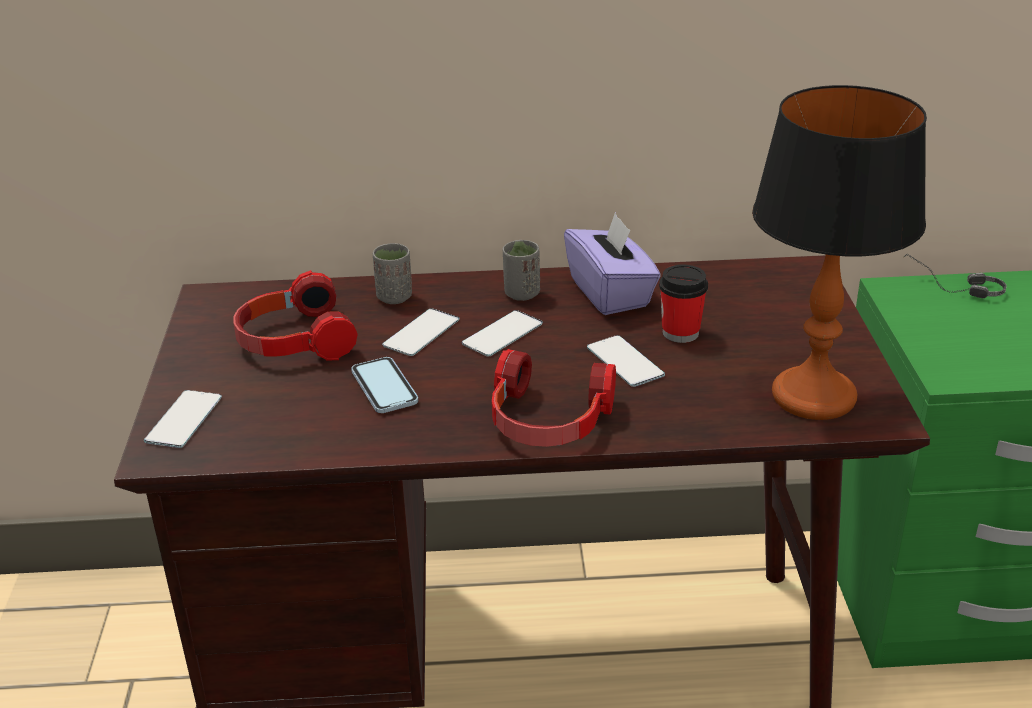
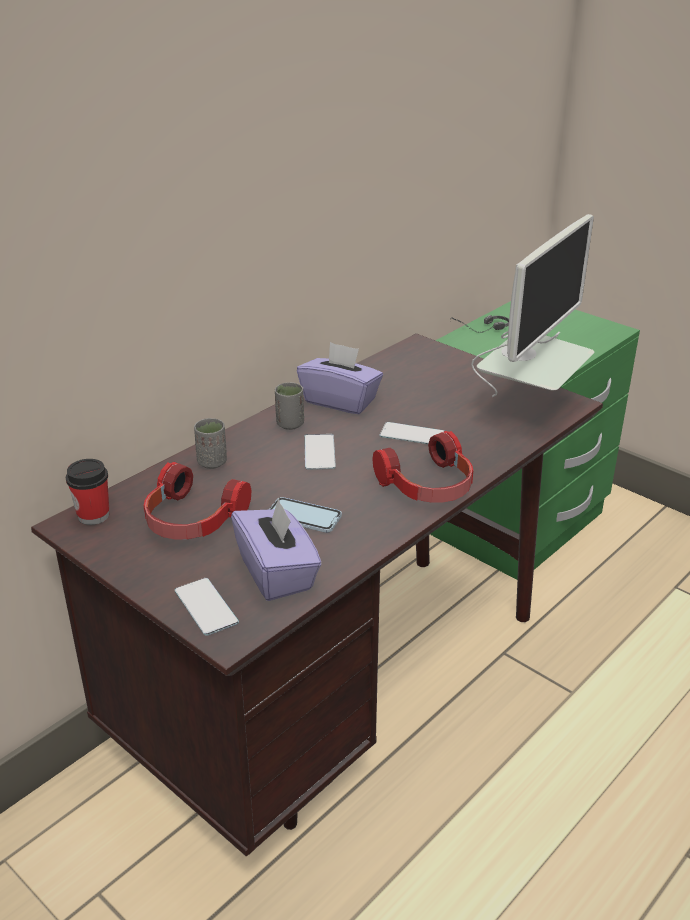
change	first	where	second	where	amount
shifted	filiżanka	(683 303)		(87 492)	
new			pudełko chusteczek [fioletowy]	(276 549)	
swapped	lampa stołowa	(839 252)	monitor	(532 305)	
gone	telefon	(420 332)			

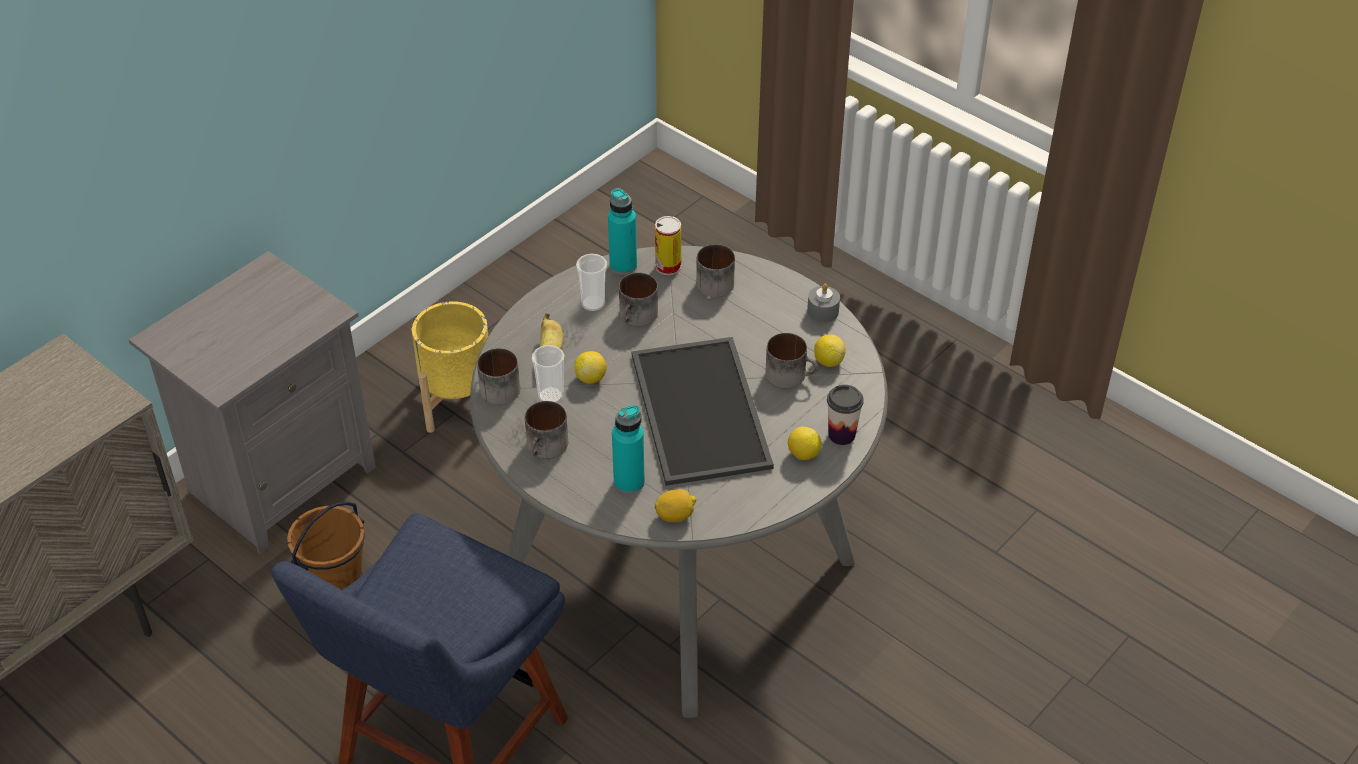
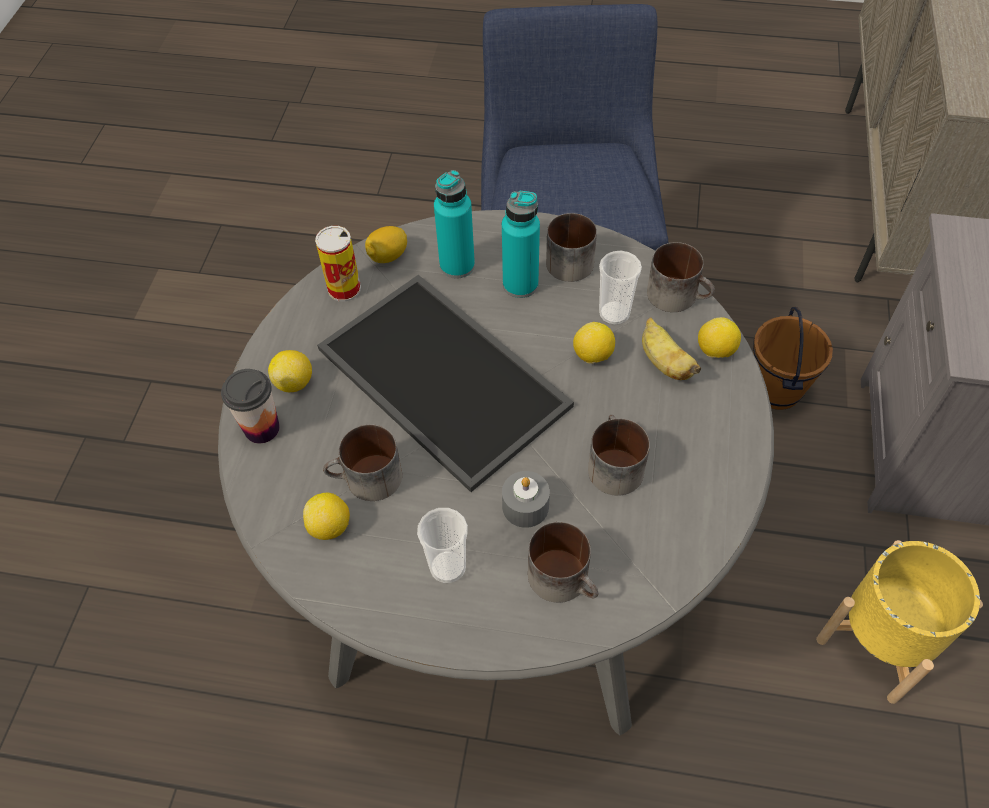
change	first	where	second	where	amount
shifted	puszka	(668 245)		(338 264)	
shifted	filiżanka	(591 282)		(442 545)	
shifted	butelka [turkusowy]	(622 231)		(521 244)	
shifted	świeca [szary]	(823 303)		(526 499)	
new			cytryna	(719 337)	

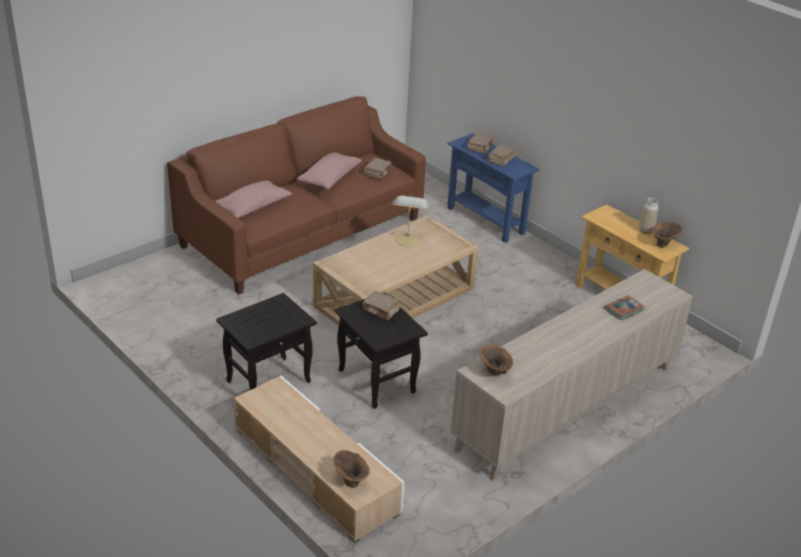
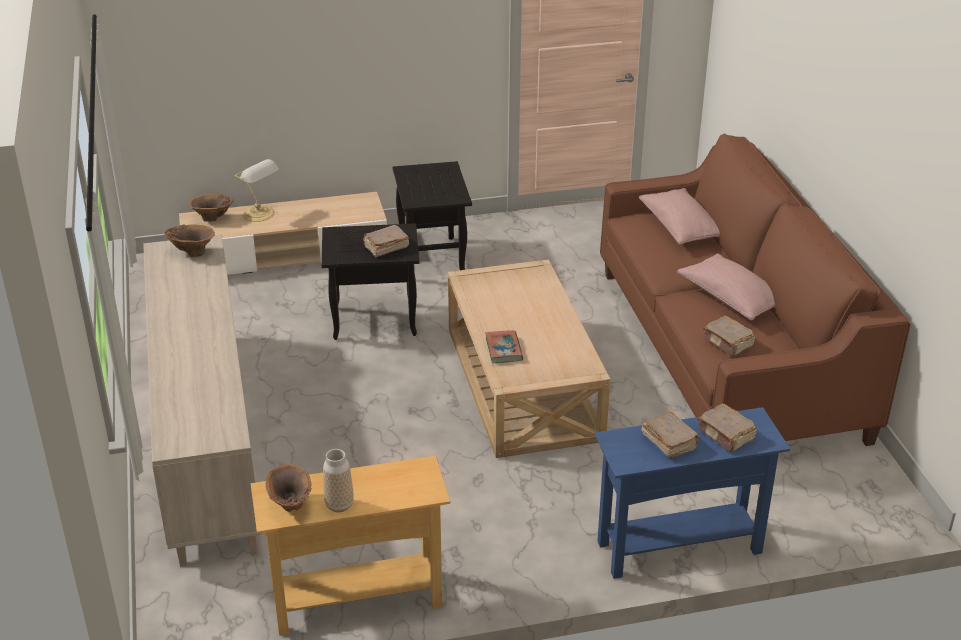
change	first	where	second	where	amount
shifted	lampa stołowa	(411 221)		(257 190)	
shifted	książka	(624 307)		(504 346)	

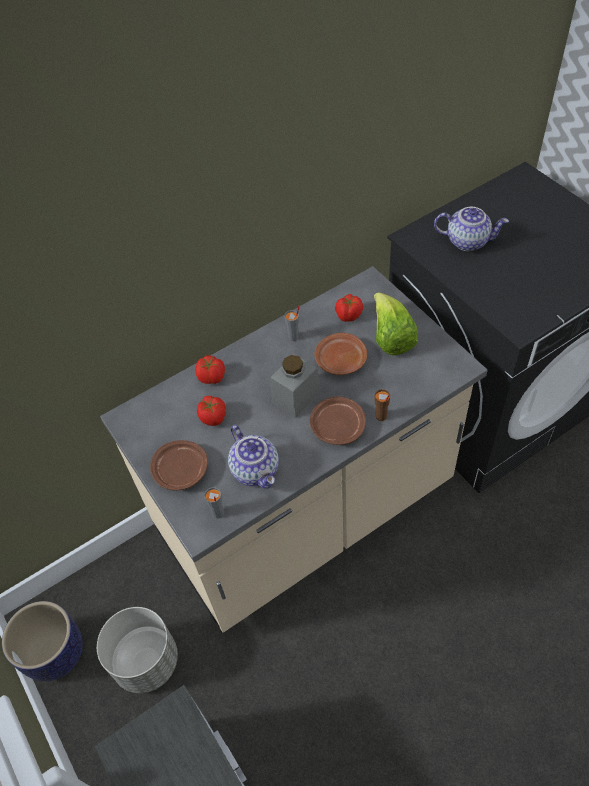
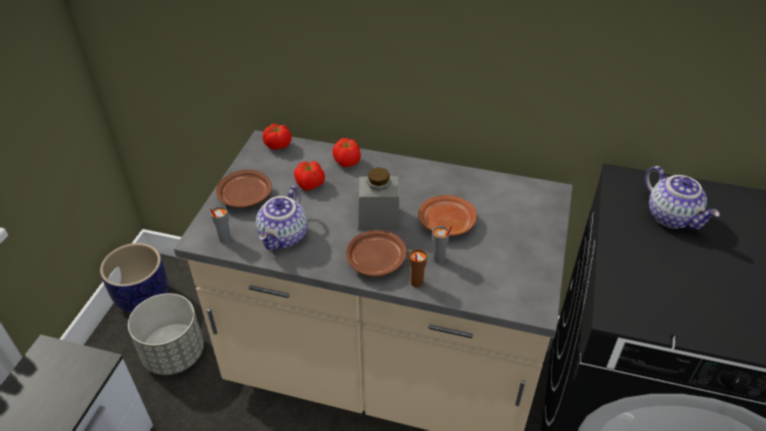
change	first	where	second	where	amount
shifted	pomidor	(349 308)		(277 137)	
shifted	filiżanka [szary]	(292 323)		(443 245)	
gone	sałata	(396 323)			

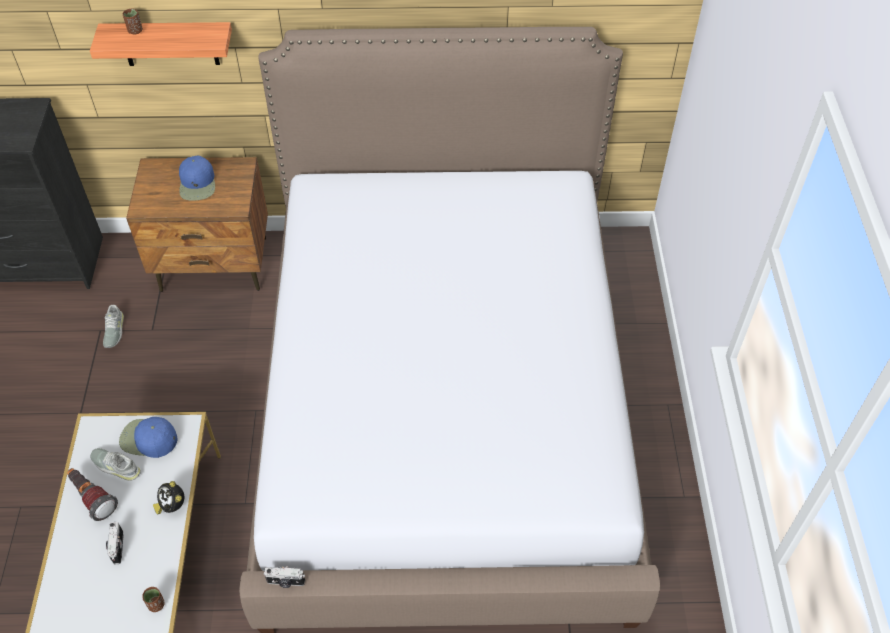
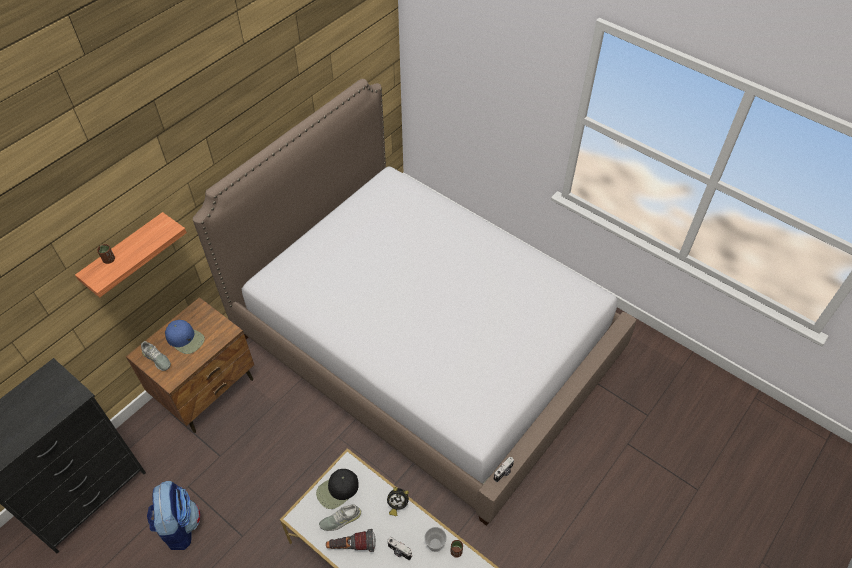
change	first	where	second	where	amount
shifted	but [szary]	(113 326)		(156 356)	
new			plecak	(173 515)	
repainted	czapka z daszkiem [niebieski]	(148 437)	czapka z daszkiem [czarny]	(337 489)	
new			filiżanka	(436 539)	

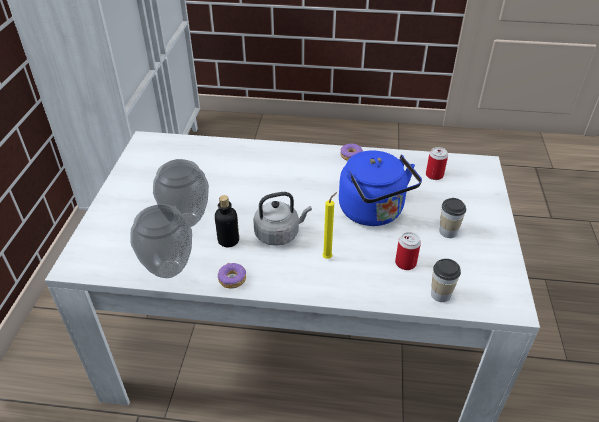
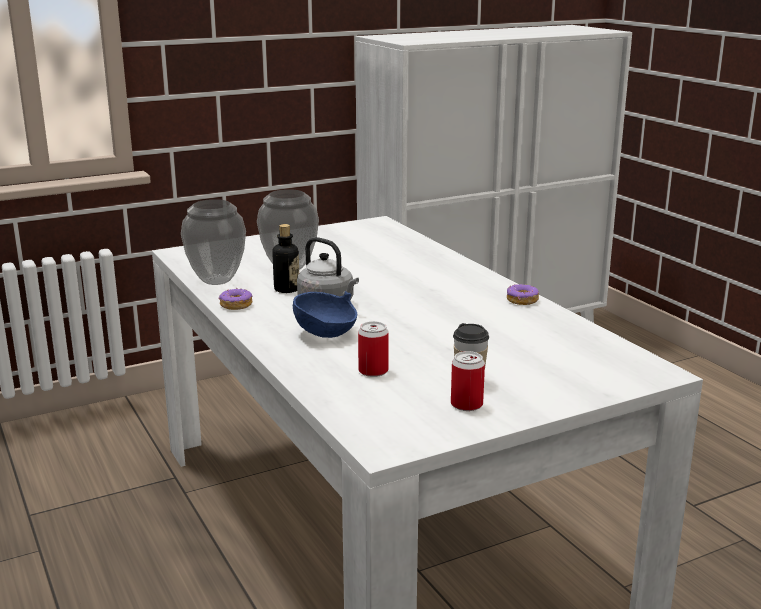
change	first	where	second	where	amount
swapped	świeca [żółty]	(329 225)	miska [niebieski]	(325 314)	
shifted	puszka	(437 163)		(468 381)	
gone	czajnik [niebieski]	(380 188)			
gone	filiżanka	(446 280)			

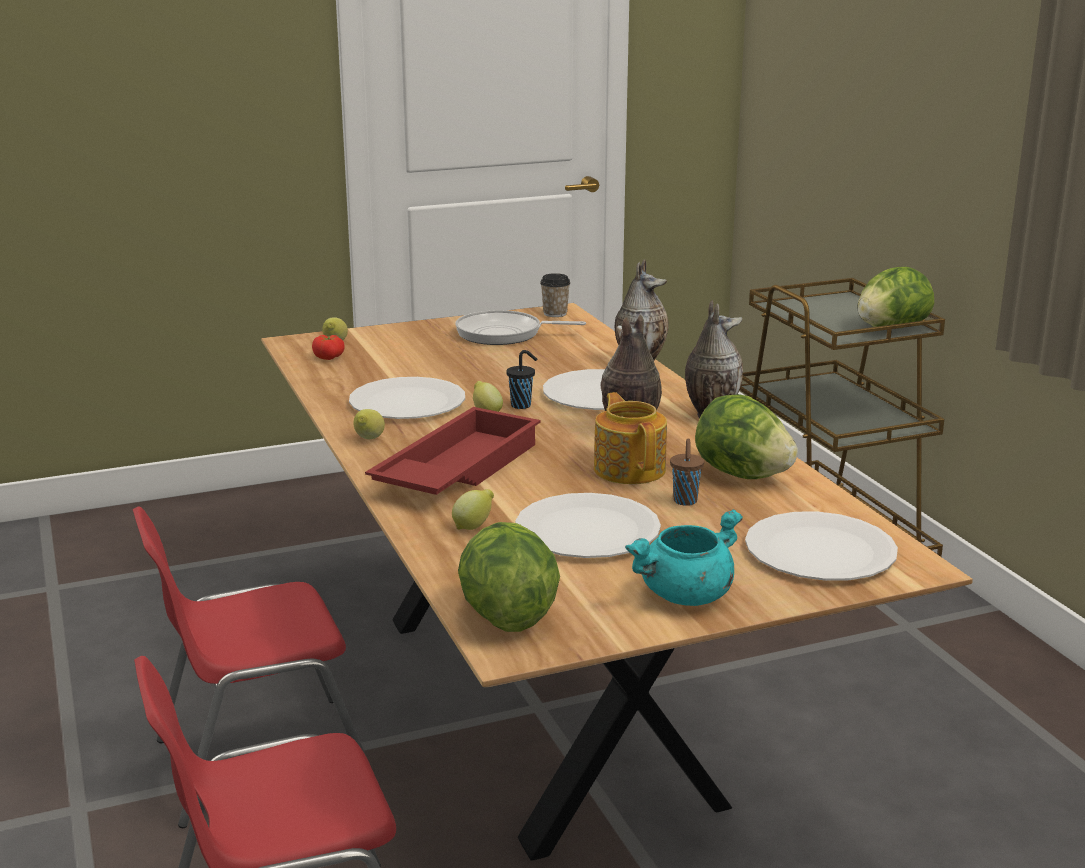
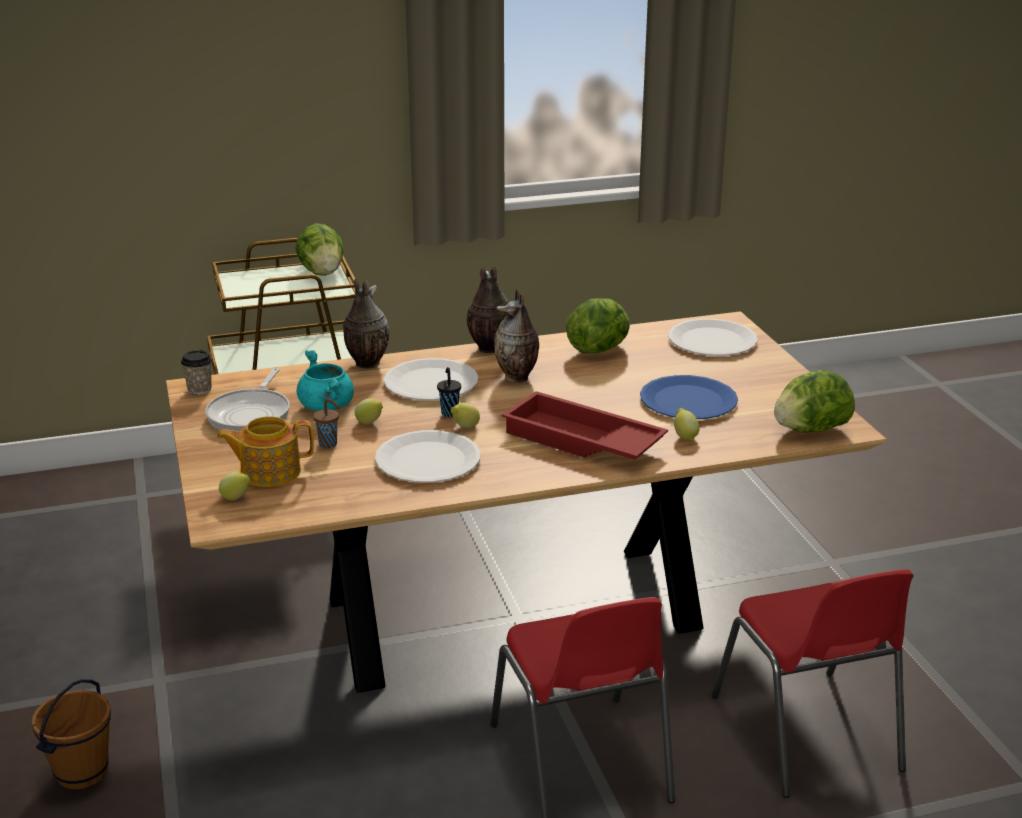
change	first	where	second	where	amount
new			wiadro [brązowy]	(71 734)	
shifted	imbryk	(630 438)		(265 451)	
shifted	garnek [turkusowy]	(684 557)		(325 380)	
shifted	filiżanka [brązowy]	(687 472)		(327 423)	
shifted	cytryna	(369 424)		(369 411)	
repainted	talerz [biały]	(588 525)	talerz [niebieski]	(689 397)	
gone	pomidor	(328 347)			

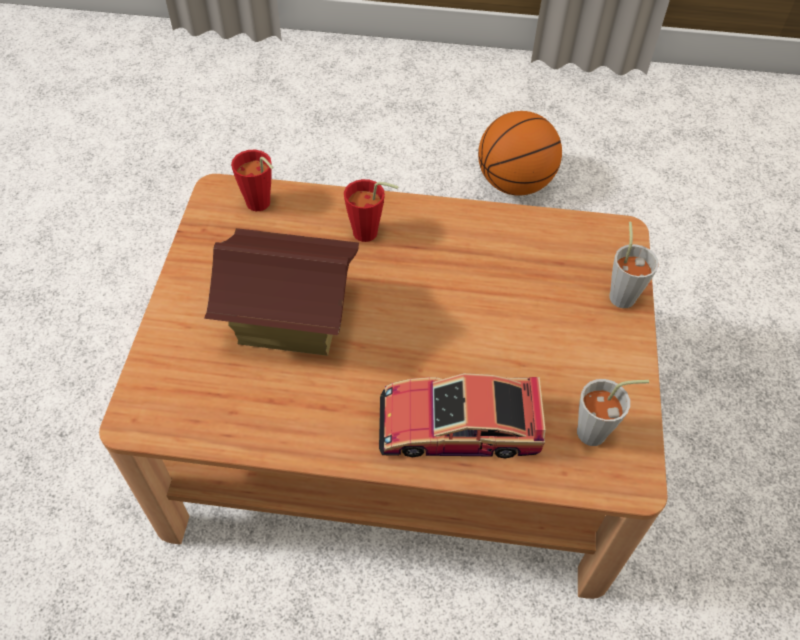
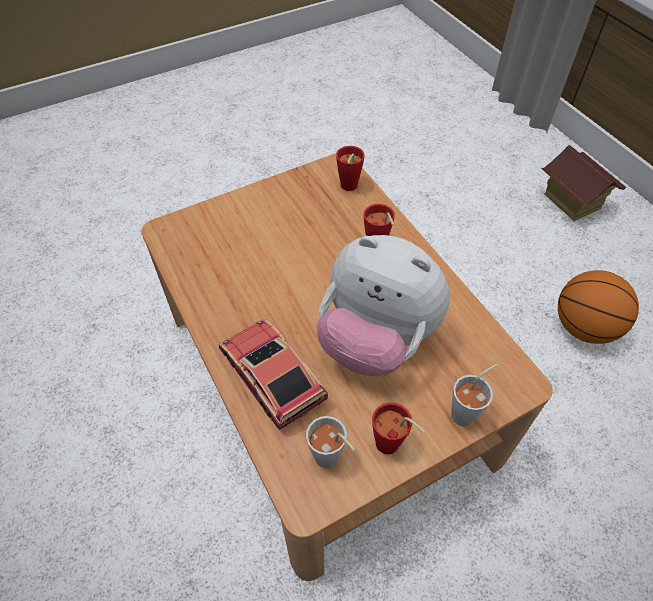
change	first	where	second	where	amount
new			pluszak	(383 306)	
new			filiżanka [czerwony]	(398 428)	
shifted	domek	(281 292)		(584 183)	

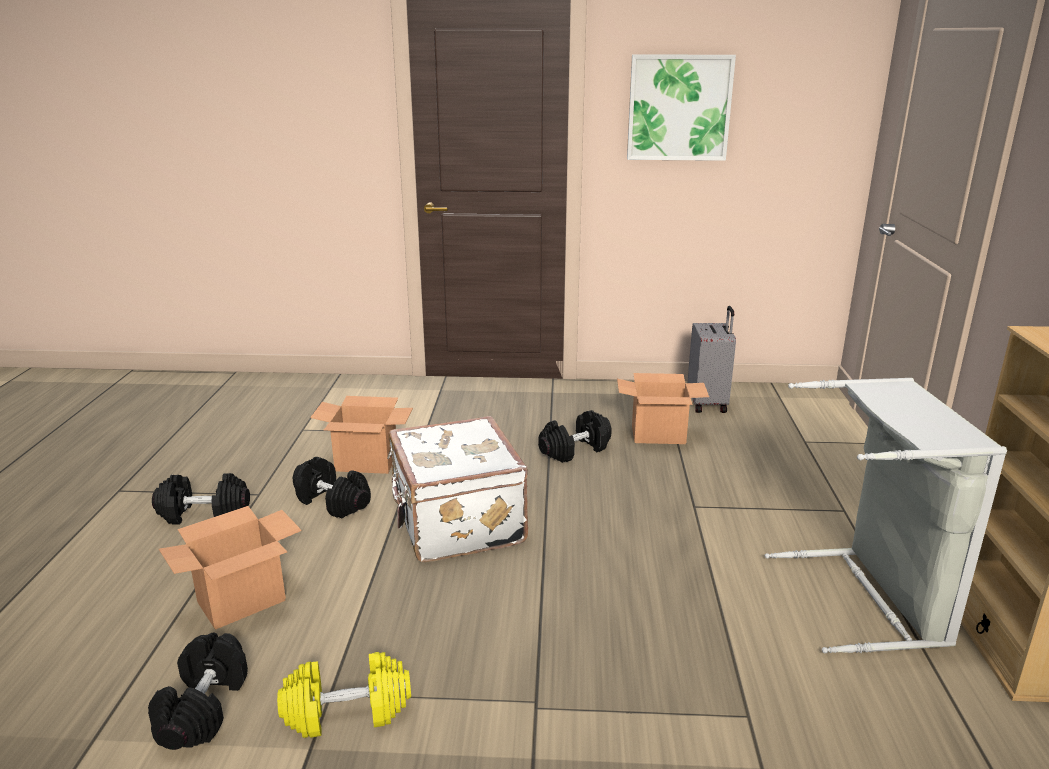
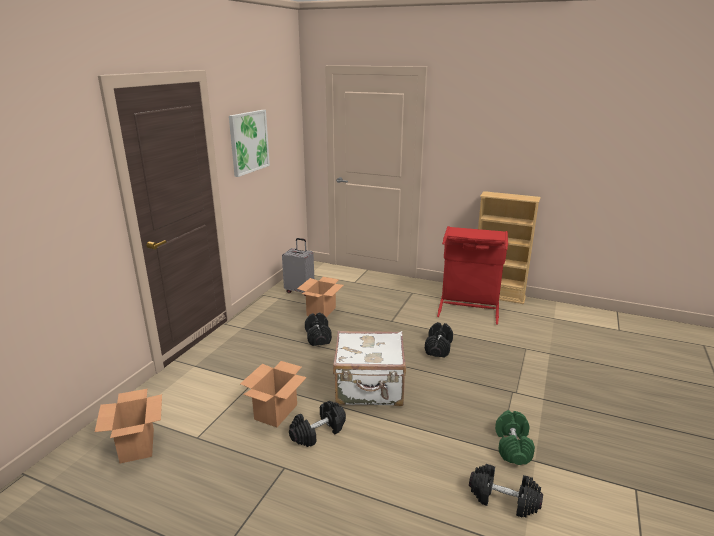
change	first	where	second	where	amount
shifted	karton	(230 568)		(128 426)	
shifted	hantel [czarny]	(201 499)		(439 340)	
repainted	kosz na pranie [szary]	(886 515)	kosz na pranie [czerwony]	(472 275)	
repainted	hantel [żółty]	(344 695)	hantel [zielony]	(515 437)	

